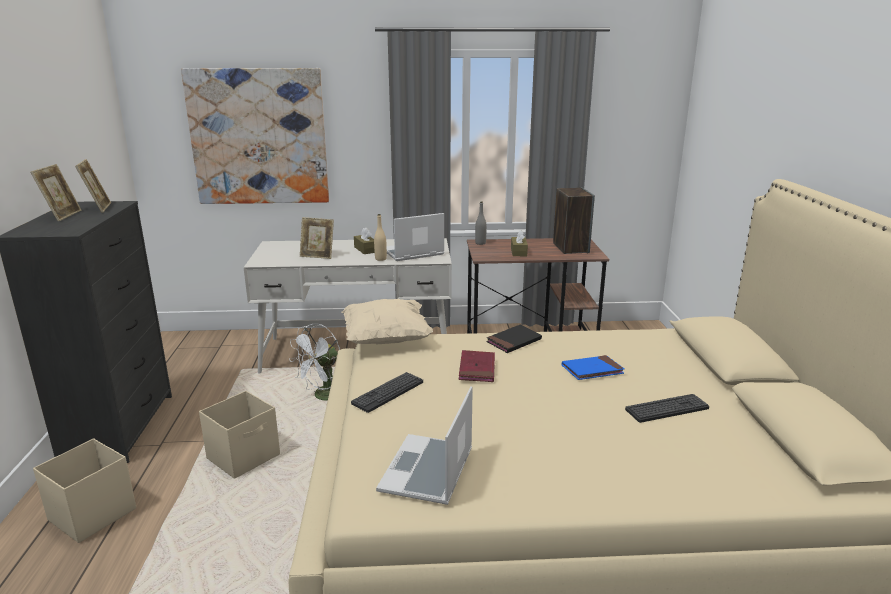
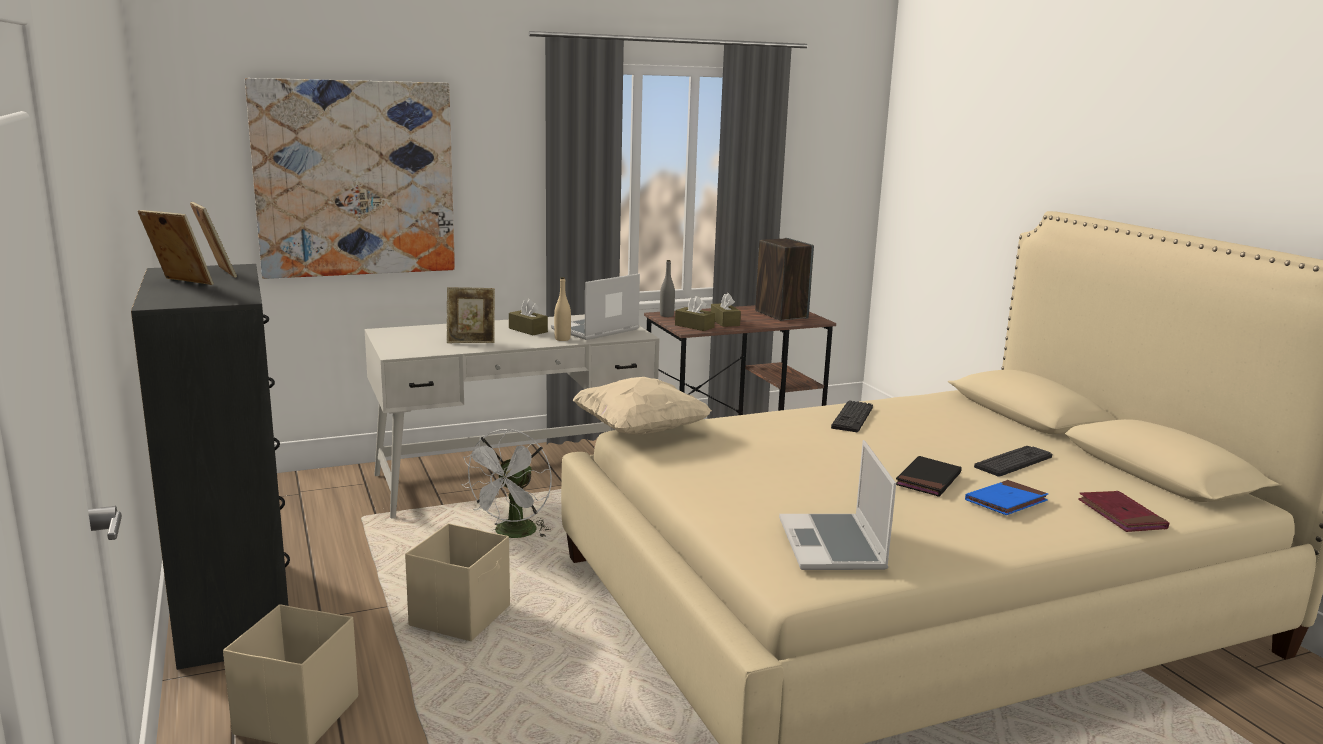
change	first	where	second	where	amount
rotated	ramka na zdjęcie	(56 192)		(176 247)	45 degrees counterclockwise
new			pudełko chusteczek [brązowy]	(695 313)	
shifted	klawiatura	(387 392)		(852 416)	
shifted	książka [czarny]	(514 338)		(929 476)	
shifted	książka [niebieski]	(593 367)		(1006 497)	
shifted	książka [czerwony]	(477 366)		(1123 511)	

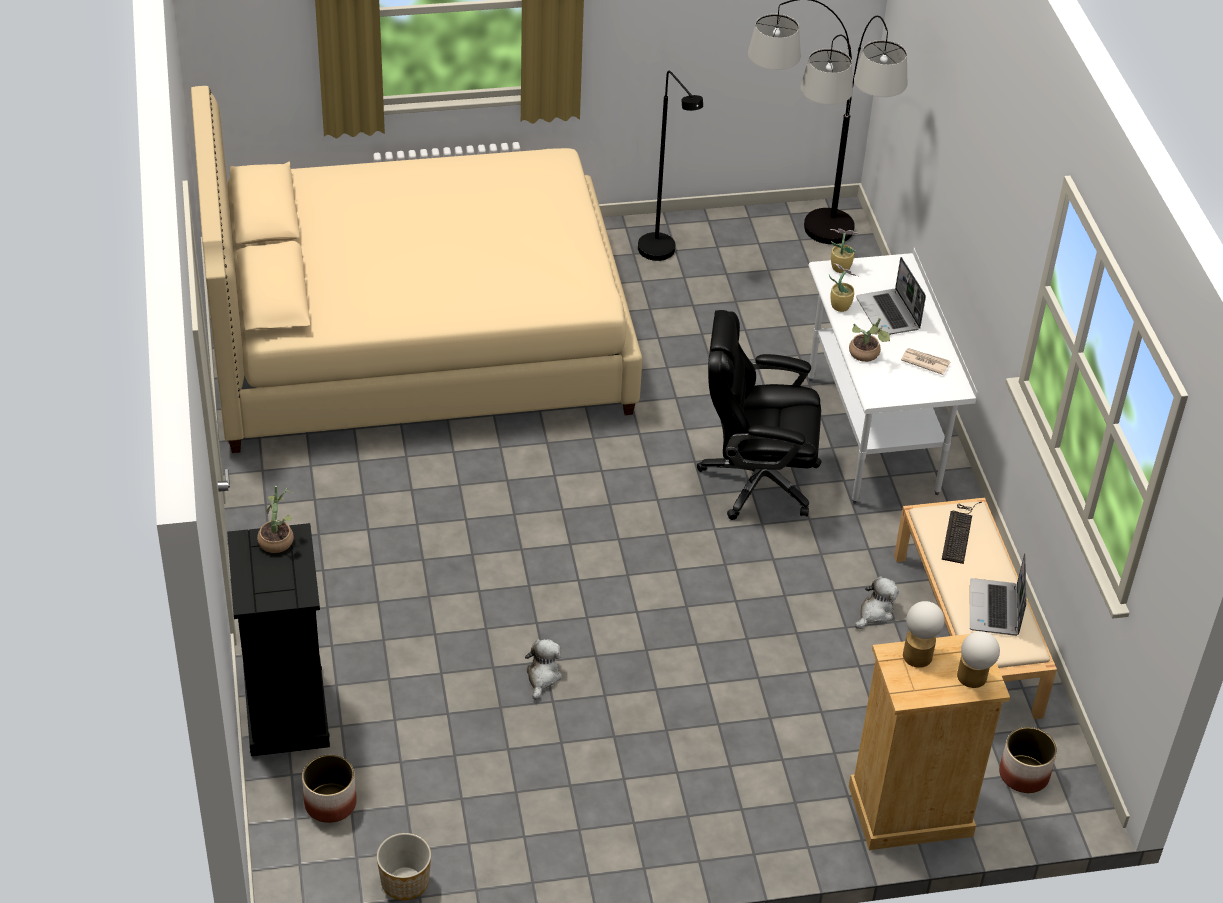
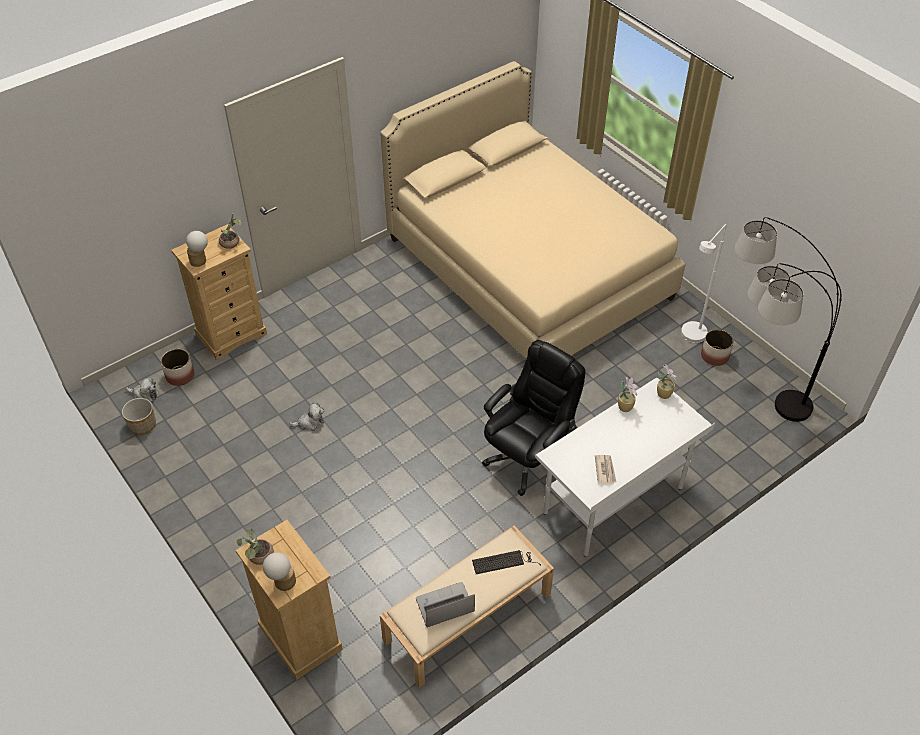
change	first	where	second	where	amount
shifted	pluszak	(877 602)		(142 389)	
repainted	komoda [czarny]	(278 639)	komoda [beżowy]	(219 292)	
shifted	lampa stołowa	(923 634)		(197 249)	
shifted	roślina doniczkowa	(869 340)		(255 547)	
rotated	krzesło biurowe [czarny]	(759 415)		(533 418)	60 degrees clockwise
repainted	lampa stojąca [czarny]	(670 166)	lampa stojąca [biały]	(704 283)	
shifted	donica	(1028 760)		(717 347)	
gone	laptop	(891 296)			

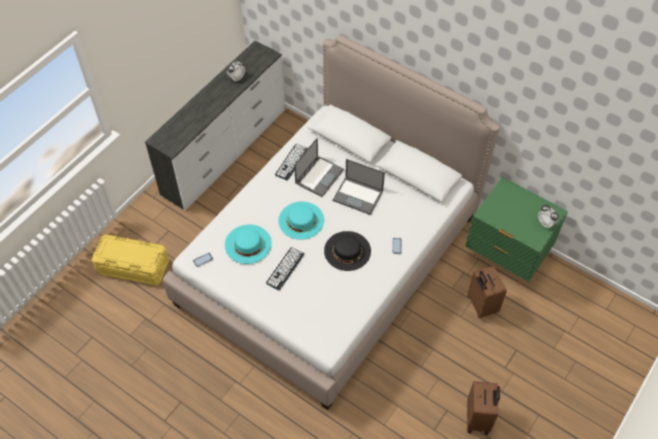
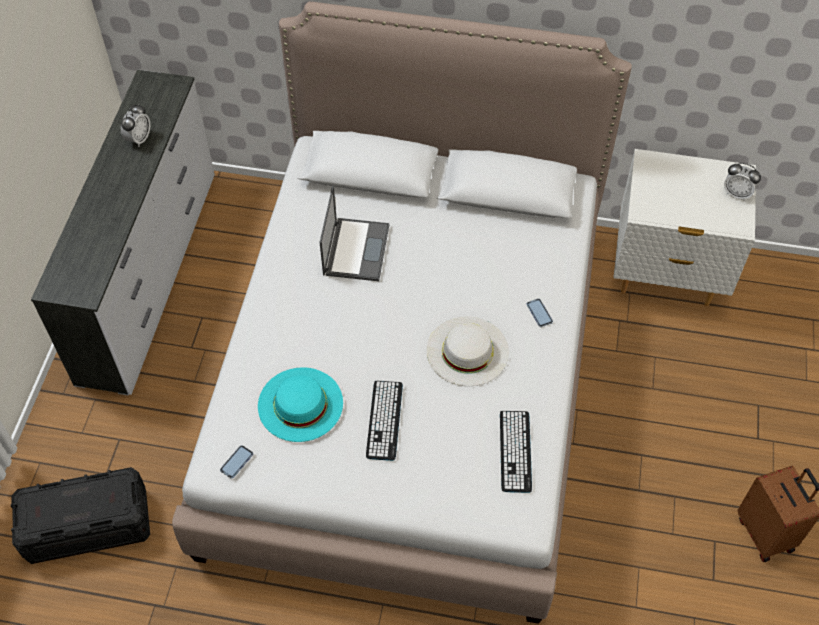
change	first	where	second	where	amount
repainted	pojemnik do przechowywania [żółty]	(130 260)	pojemnik do przechowywania [czarny]	(80 515)	
repainted	kapelusz [czarny]	(347 251)	kapelusz [biały]	(468 351)	
shifted	klawiatura	(291 162)		(516 452)	
repainted	szafka nocna [zielony]	(517 231)	szafka nocna [biały]	(684 227)	
gone	kapelusz [turkusowy]	(301 221)			
gone	laptop	(359 187)			
gone	walizka [brązowy]	(487 292)			

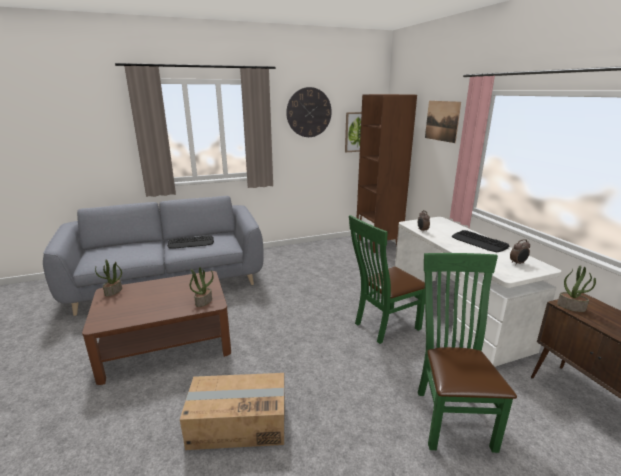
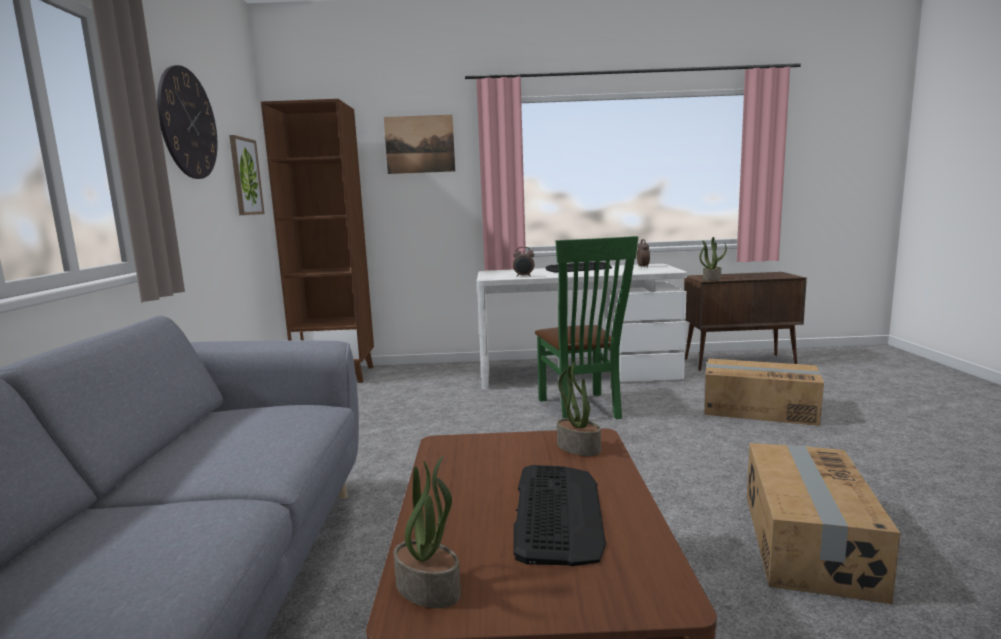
change	first	where	second	where	amount
shifted	klawiatura	(190 241)		(559 515)	
swapped	krzesło [zielony]	(467 353)	karton	(764 392)	

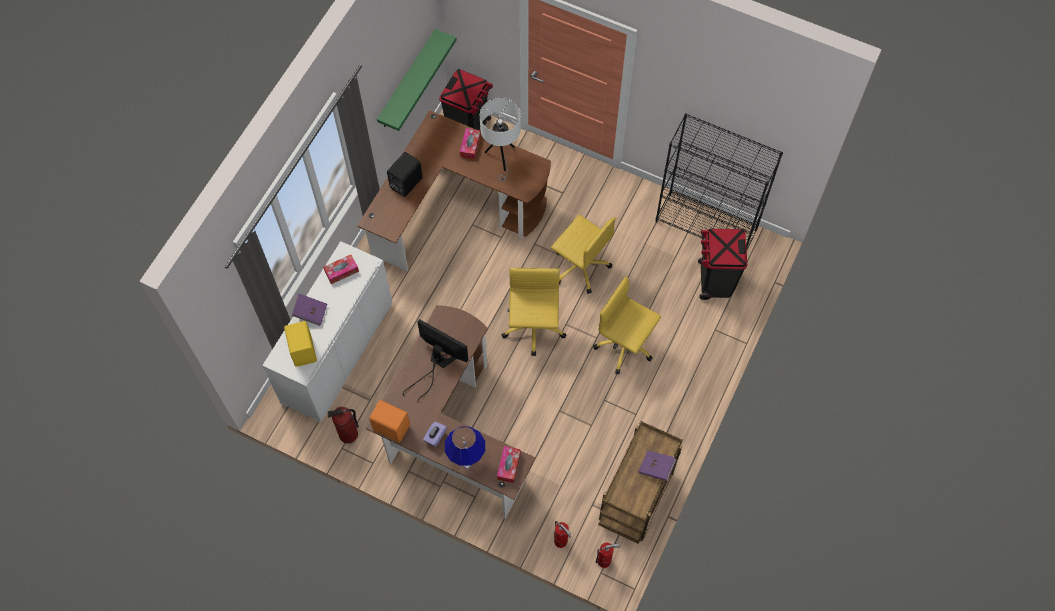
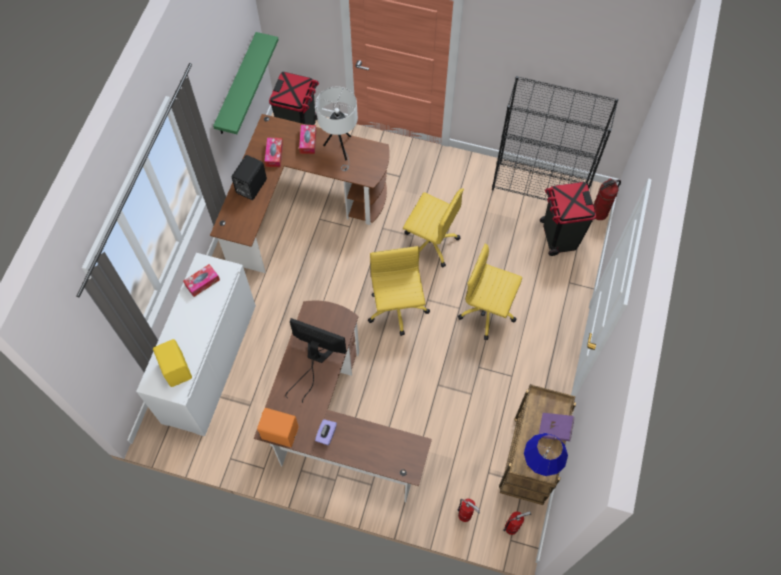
change	first	where	second	where	amount
shifted	pudełko chusteczek	(509 464)		(273 152)	
shifted	lampa stołowa [niebieski]	(465 448)		(546 454)	
shifted	gaśnica	(343 424)		(607 199)	
gone	książka [fioletowy]	(309 310)			

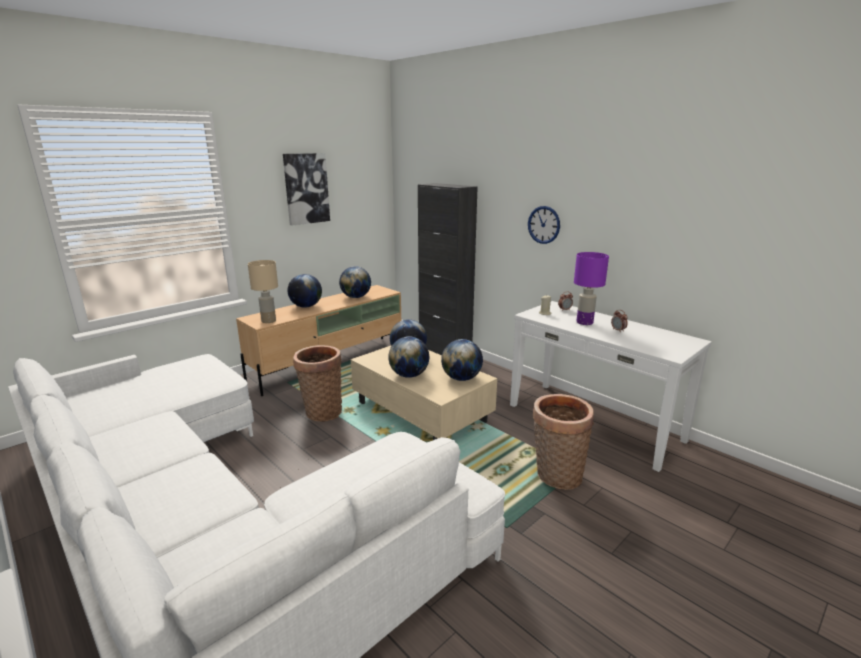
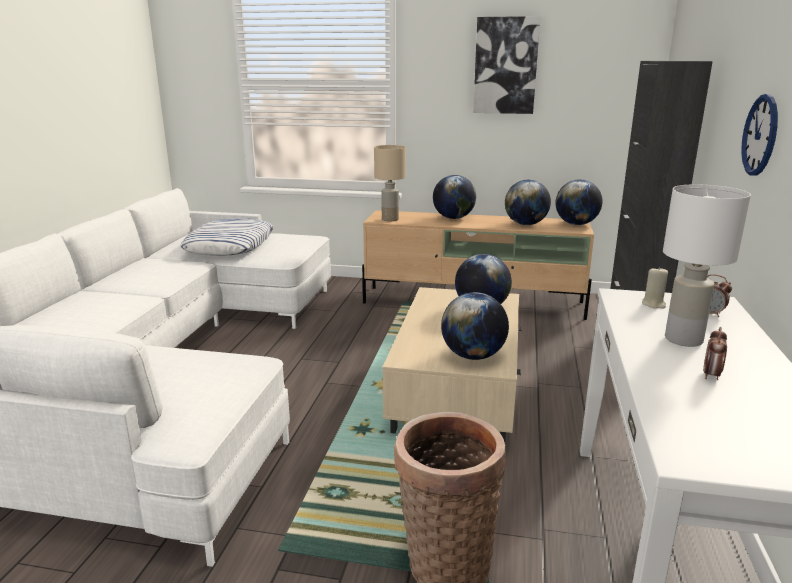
change	first	where	second	where	amount
new			poduszka	(226 237)	
shifted	globus	(408 357)		(579 202)	
repainted	lampa stołowa [fioletowy]	(591 288)	lampa stołowa [biały]	(707 265)	
gone	koszyk	(317 383)			

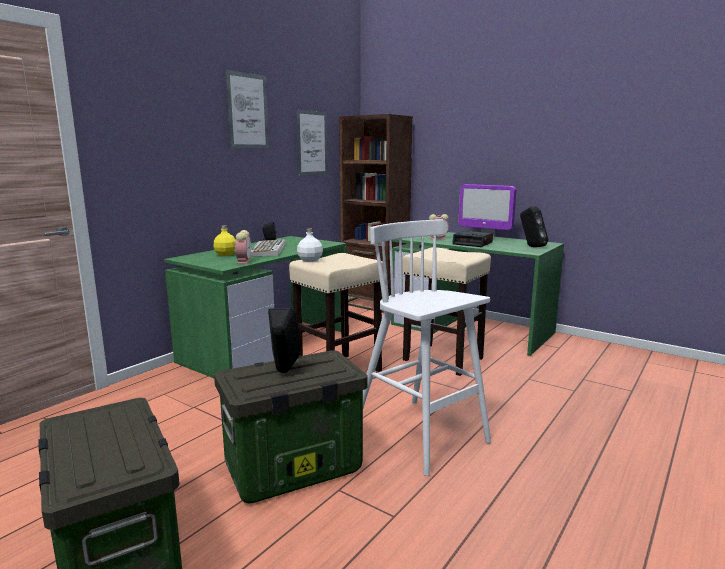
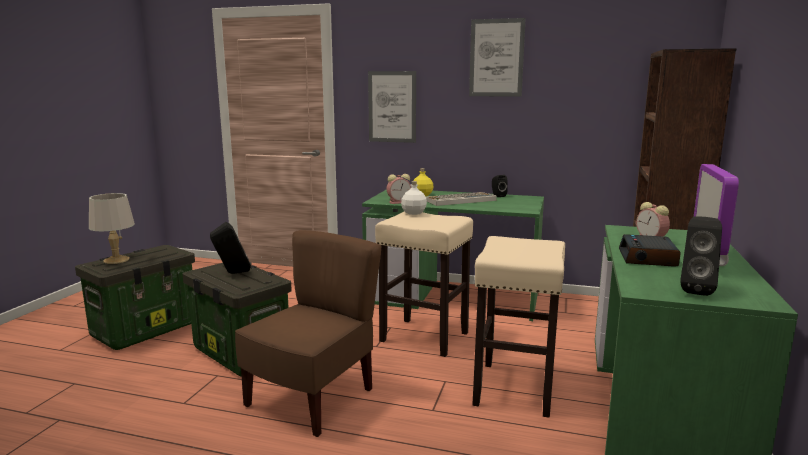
change	first	where	second	where	amount
new			lampa stołowa [szary]	(112 228)	
swapped	stołek [biały]	(427 347)	krzesło [brązowy]	(308 333)	
shifted	obraz	(312 143)		(392 107)	

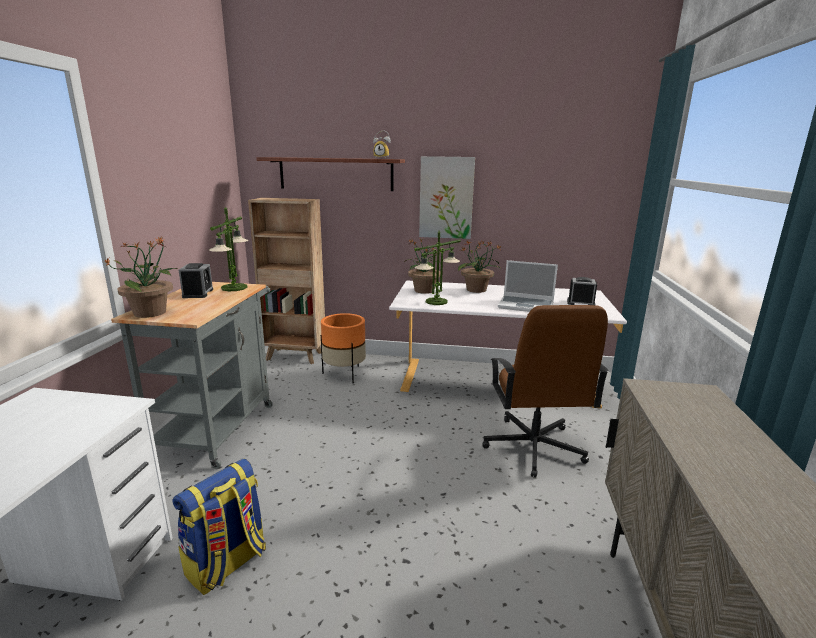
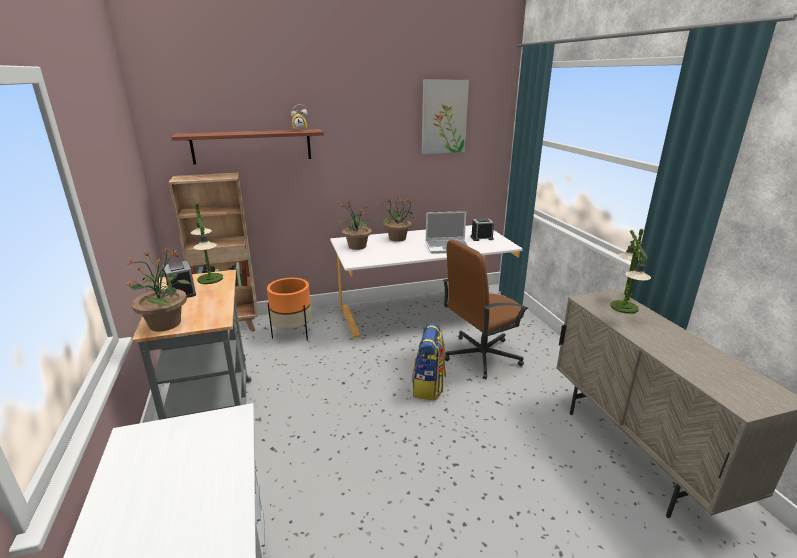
change	first	where	second	where	amount
shifted	plecak	(219 526)		(429 361)	
shifted	obraz	(447 197)		(445 117)	
rotated	krzesło biurowe [brązowy]	(546 391)		(485 310)	90 degrees clockwise
shifted	lampa stołowa	(437 268)		(630 271)	

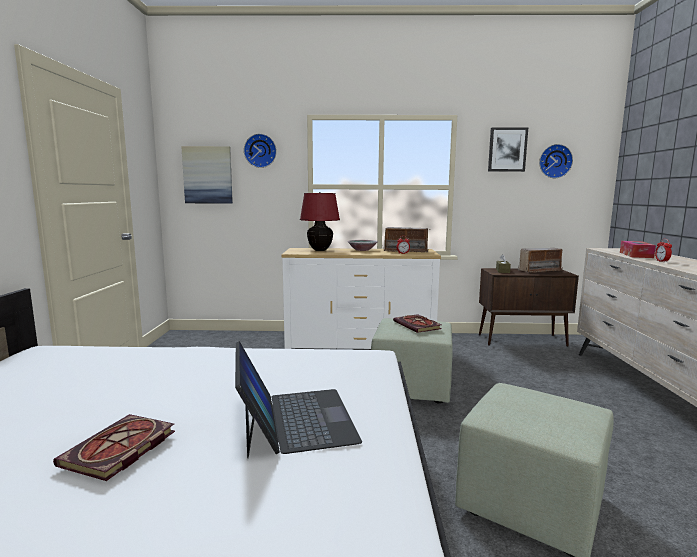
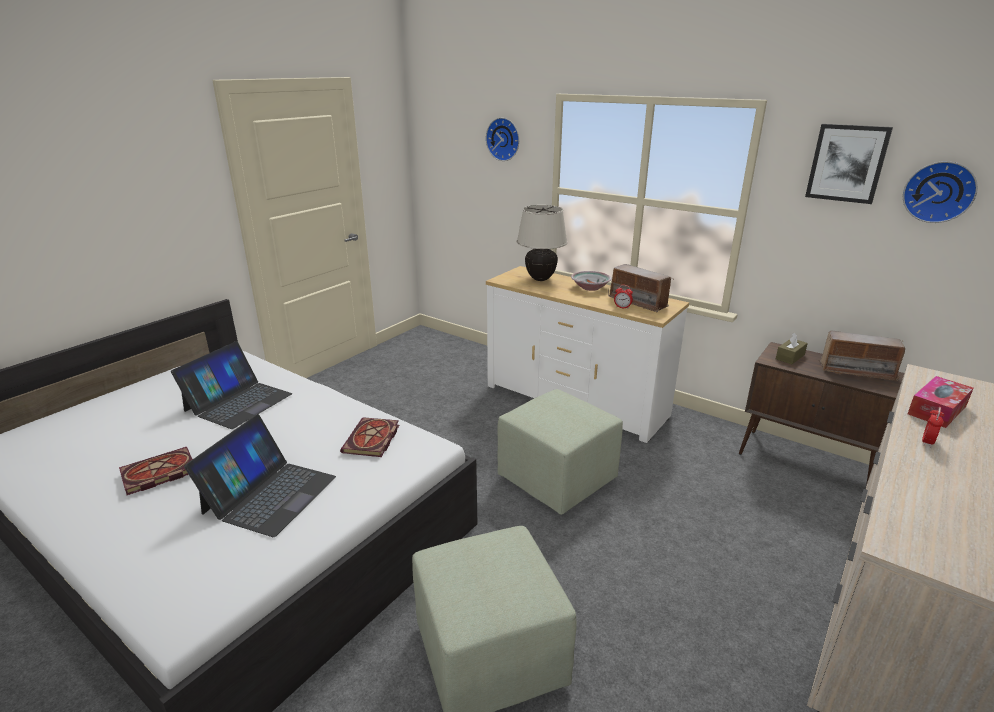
change	first	where	second	where	amount
new			laptop	(231 385)	
shifted	książka	(417 323)		(369 437)	
repainted	lampa stołowa [czerwony]	(320 221)	lampa stołowa [beżowy]	(542 243)	
gone	obraz	(207 175)			

